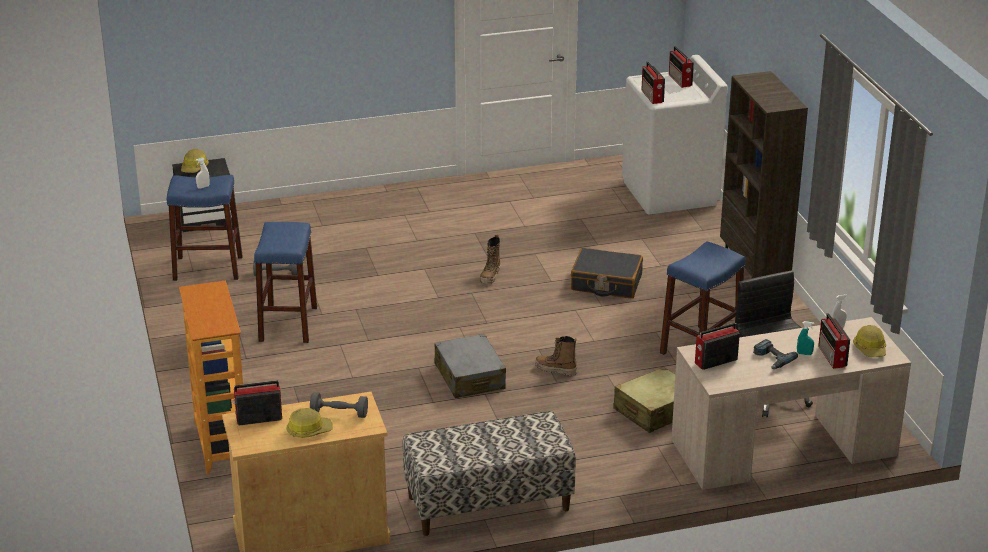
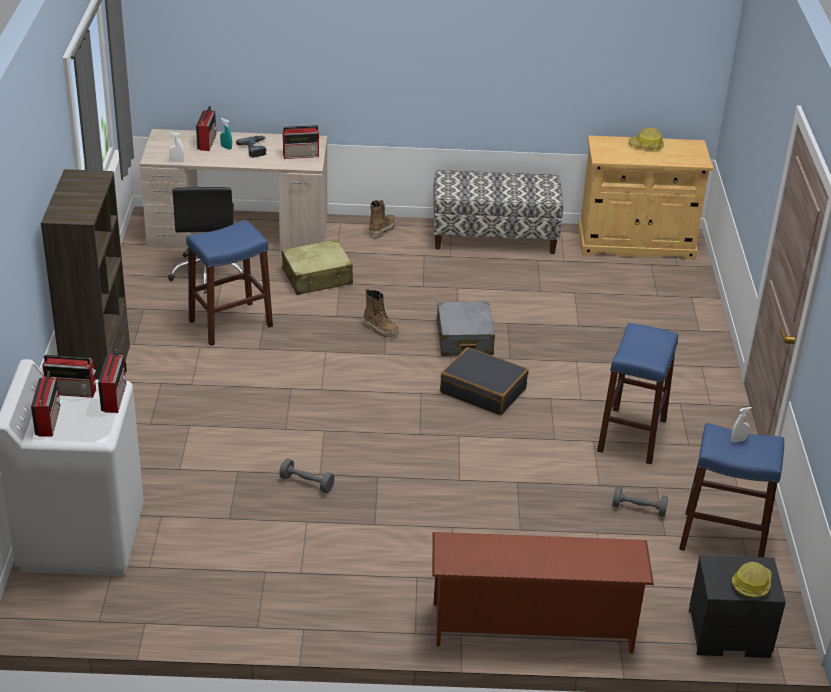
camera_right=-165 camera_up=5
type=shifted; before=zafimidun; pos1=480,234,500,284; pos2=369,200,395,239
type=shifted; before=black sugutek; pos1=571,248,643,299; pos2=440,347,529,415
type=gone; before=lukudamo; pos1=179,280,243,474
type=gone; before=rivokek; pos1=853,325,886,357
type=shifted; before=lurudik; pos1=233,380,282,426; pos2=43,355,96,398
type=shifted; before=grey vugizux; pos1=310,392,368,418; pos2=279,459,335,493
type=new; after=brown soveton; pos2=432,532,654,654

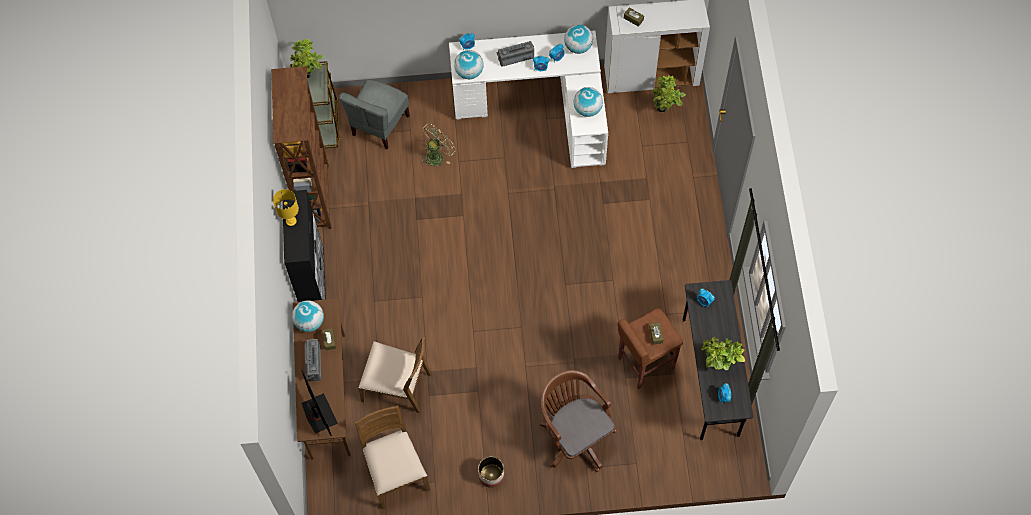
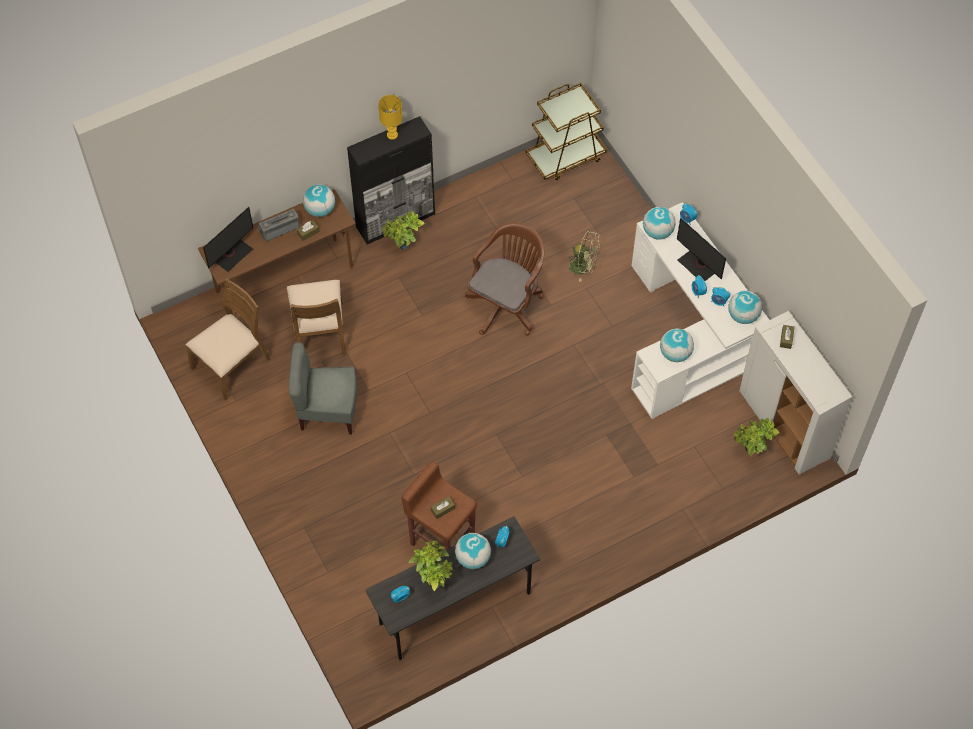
camera_right=65 camera_up=-5
type=shifted; before=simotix; pos1=290,38,324,78; pos2=382,211,424,249
type=swapped; before=lurudik; after=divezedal; pos1=497,41,534,67; pos2=677,218,726,281
type=gone; before=brown lukudamo; pos1=271,66,332,229
type=shifted; before=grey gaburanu; pos1=339,79,410,149; pos2=289,342,357,434
type=shifted; before=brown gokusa; pos1=540,370,617,472; pos2=465,222,544,335
type=gone; before=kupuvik; pos1=478,456,505,488
type=new; after=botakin; pos2=455,533,491,569

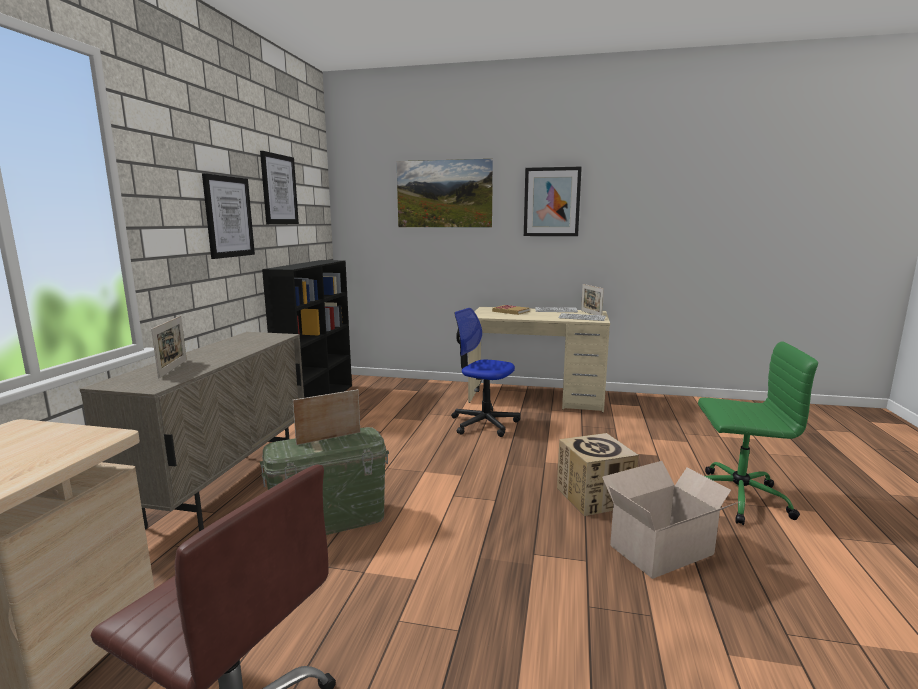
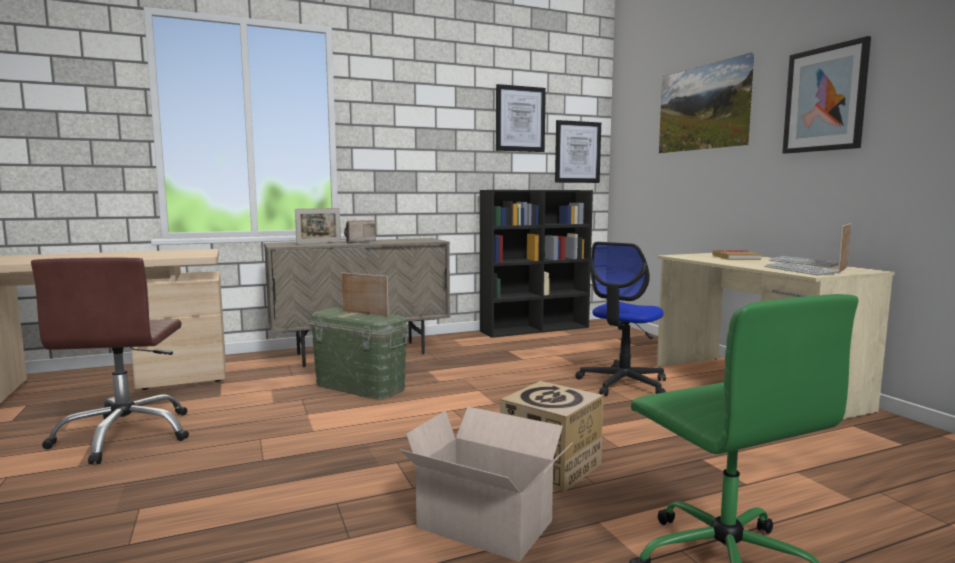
camera_right=55 camera_up=-5
type=shifted; before=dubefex; pos1=202,173,255,259; pos2=555,120,601,183
type=rotated; before=gokusa; pos1=451,308,521,437; pos2=575,242,666,396; turn=-135
type=new; after=lurudik; pos2=344,220,376,244

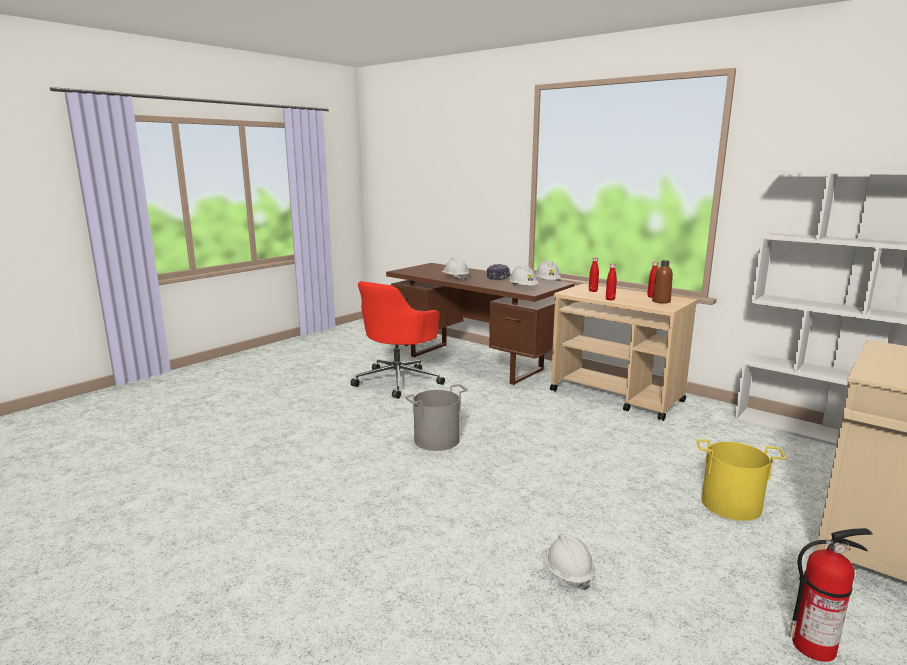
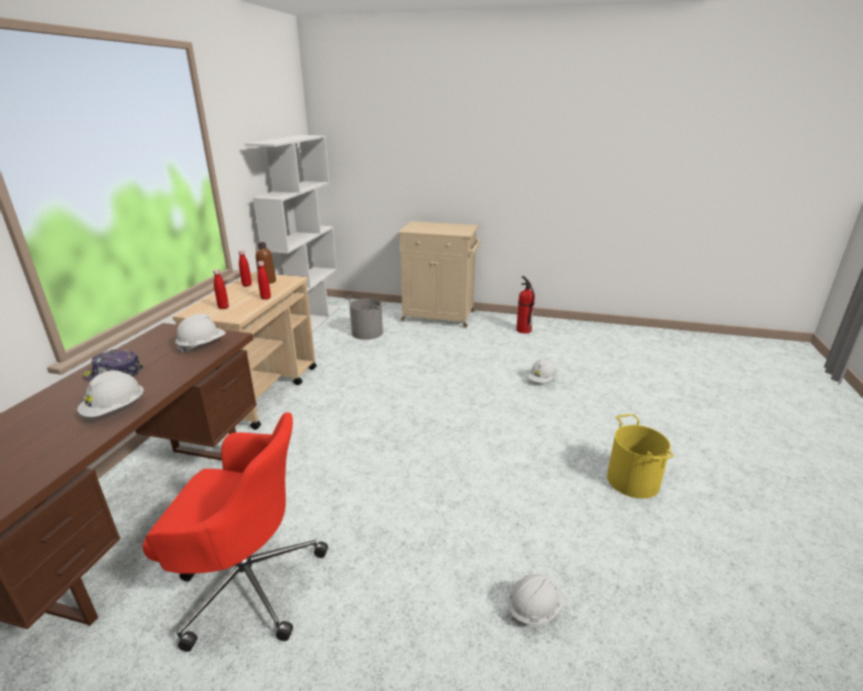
camera_right=-115 camera_up=10
type=shifted; before=white rivokek; pos1=535,261,561,280; pos2=508,574,566,626
type=shifted; before=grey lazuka; pos1=405,384,468,451; pos2=345,294,386,340
type=shifted; before=yellow lazuka; pos1=697,439,786,521; pos2=607,414,674,499

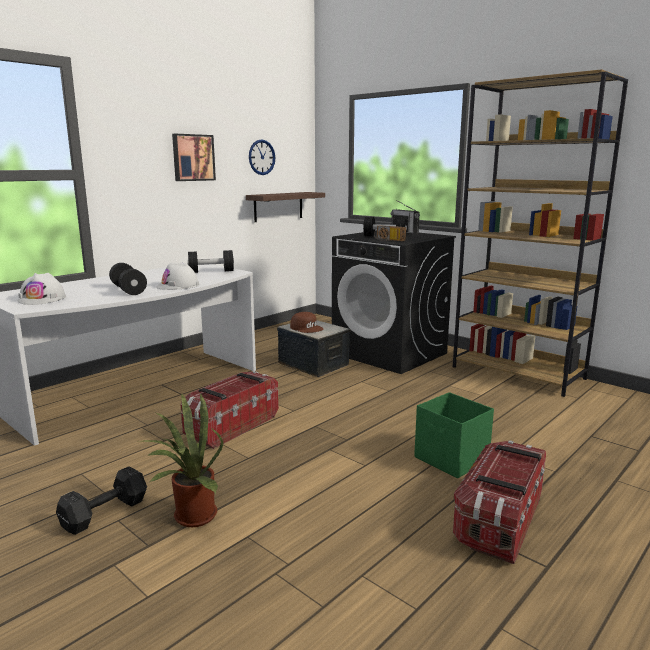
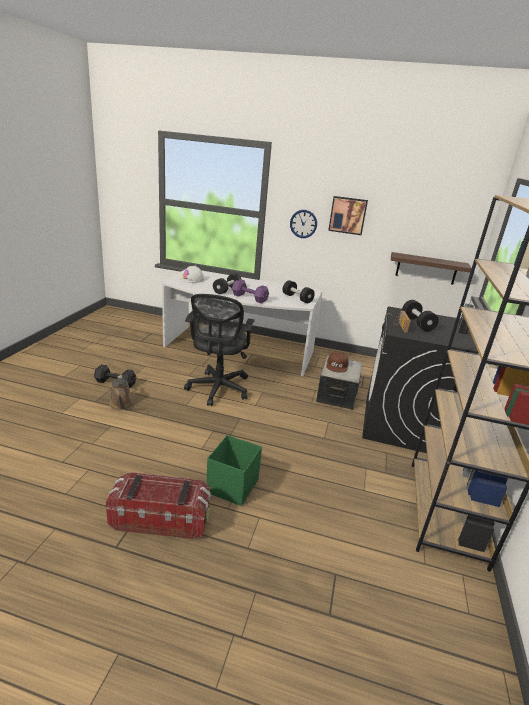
camera_right=60 camera_up=10
type=shifted; before=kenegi; pos1=249,139,275,175; pos2=290,210,317,238
type=swapped; before=white rivokek; after=purple vugizux; pos1=156,262,200,290; pos2=232,279,269,303
type=swapped; before=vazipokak; after=black gokusa; pos1=180,371,279,449; pos2=184,294,255,406
type=swapped; before=simotix; after=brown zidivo; pos1=138,393,223,527; pos2=109,375,134,410

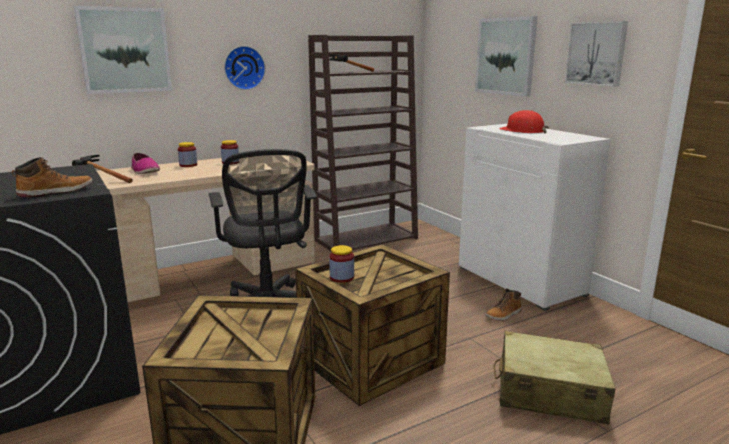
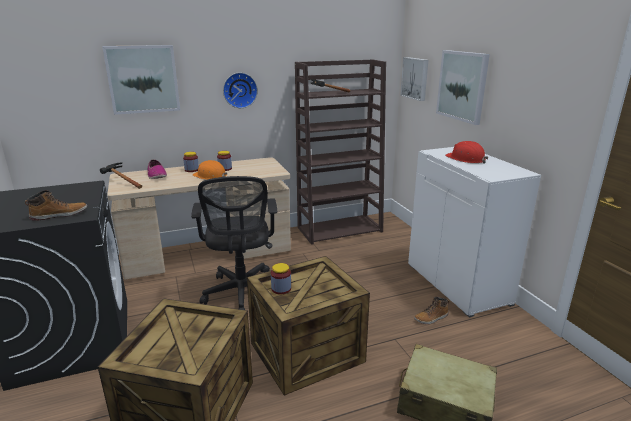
camera_right=10 camera_up=5
type=shifted; before=dubefex; pos1=565,21,628,87; pos2=400,57,429,101
type=new; after=orange rivokek; pos2=193,160,227,180

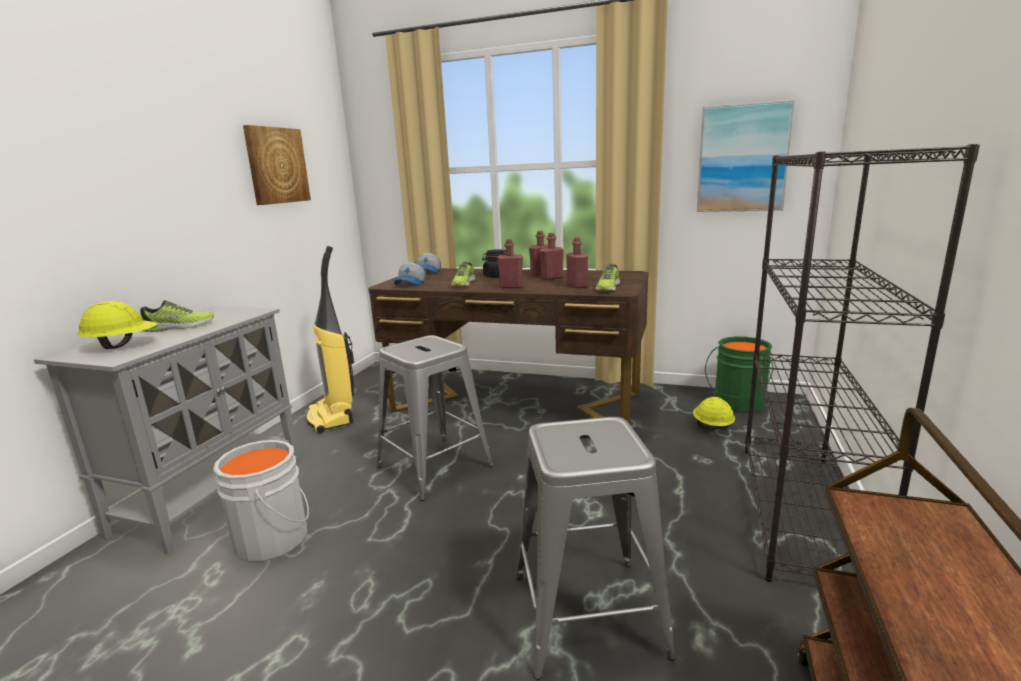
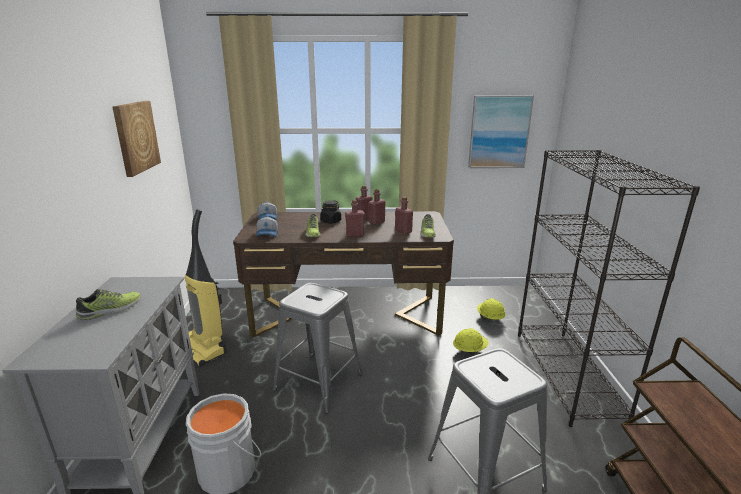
camera_right=-20 camera_up=5
type=shifted; before=yellow rivokek; pos1=77,301,157,349; pos2=453,328,489,355
type=gone; before=green lazuka; pos1=705,336,773,413

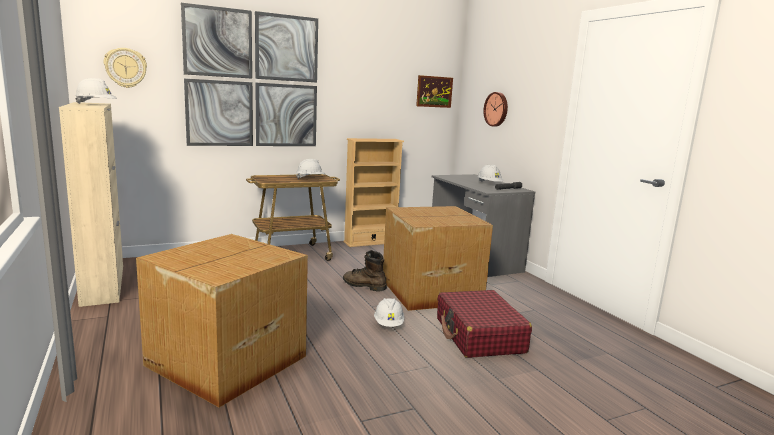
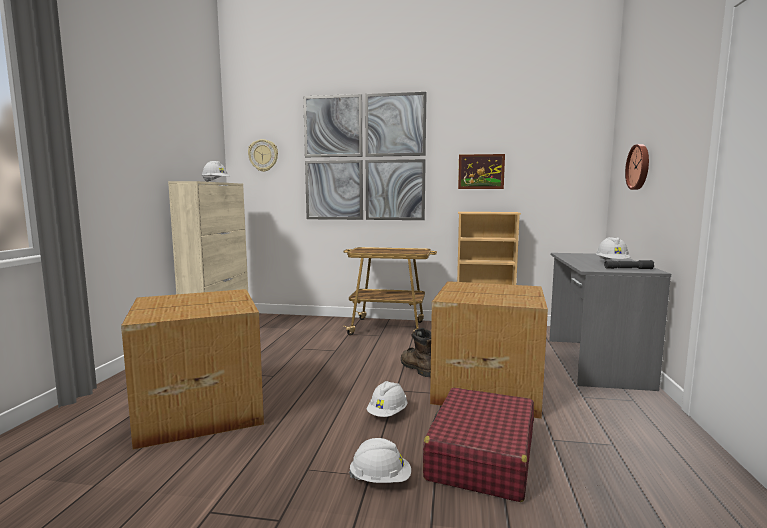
camera_right=35 camera_up=-5
type=shifted; before=dubefex; pos1=416,75,453,108; pos2=458,154,505,189
type=shifted; before=white rivokek; pos1=296,159,325,179; pos2=349,438,411,483

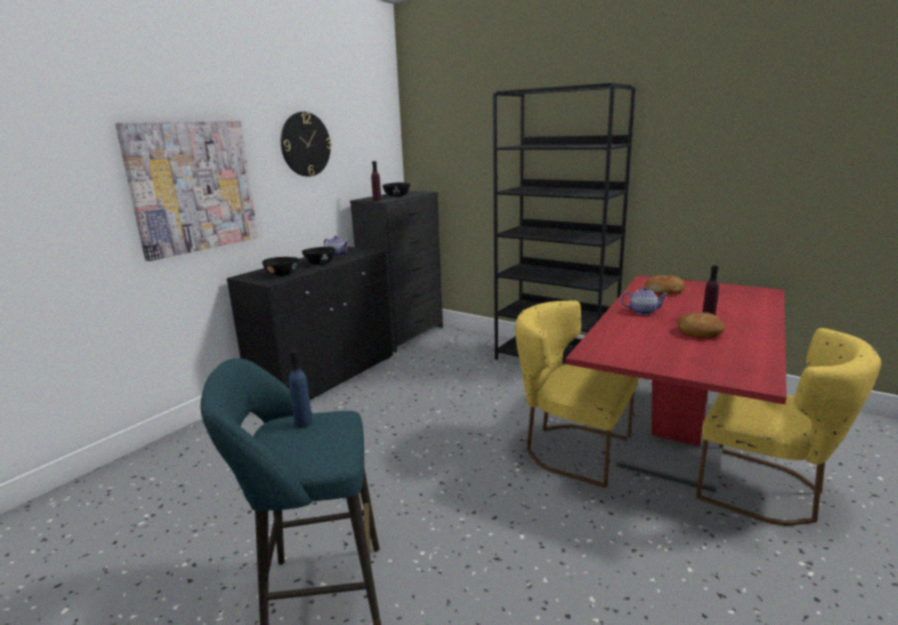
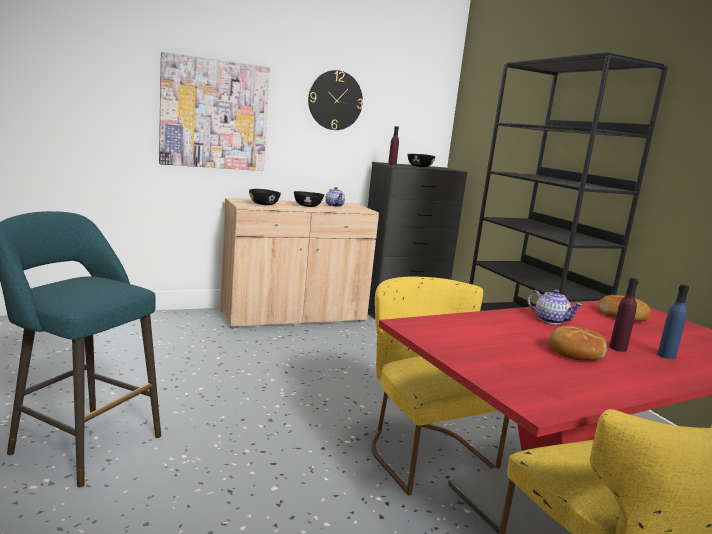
camera_right=30 camera_up=-5
type=repainted; before=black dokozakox; after=beige dokozakox; pos1=227,246,393,400; pos2=220,198,379,328
type=shifted; before=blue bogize; pos1=289,350,313,428; pos2=658,284,689,359

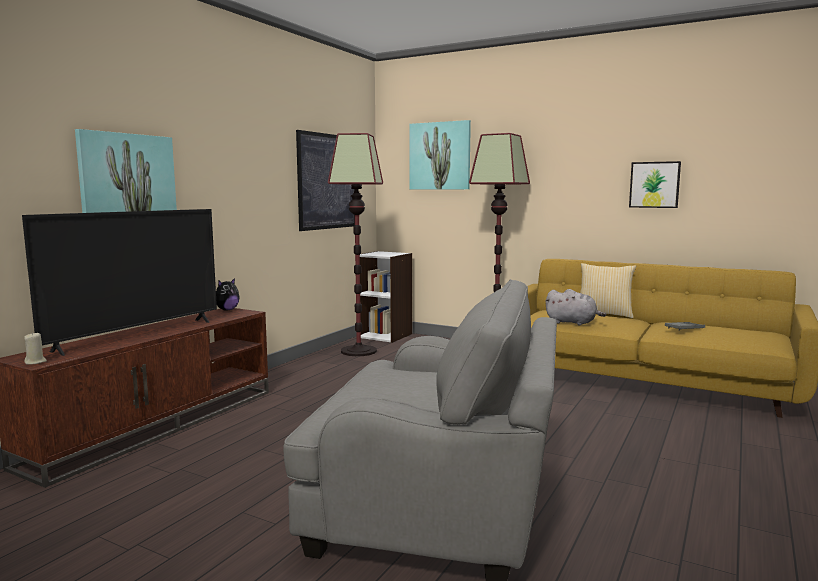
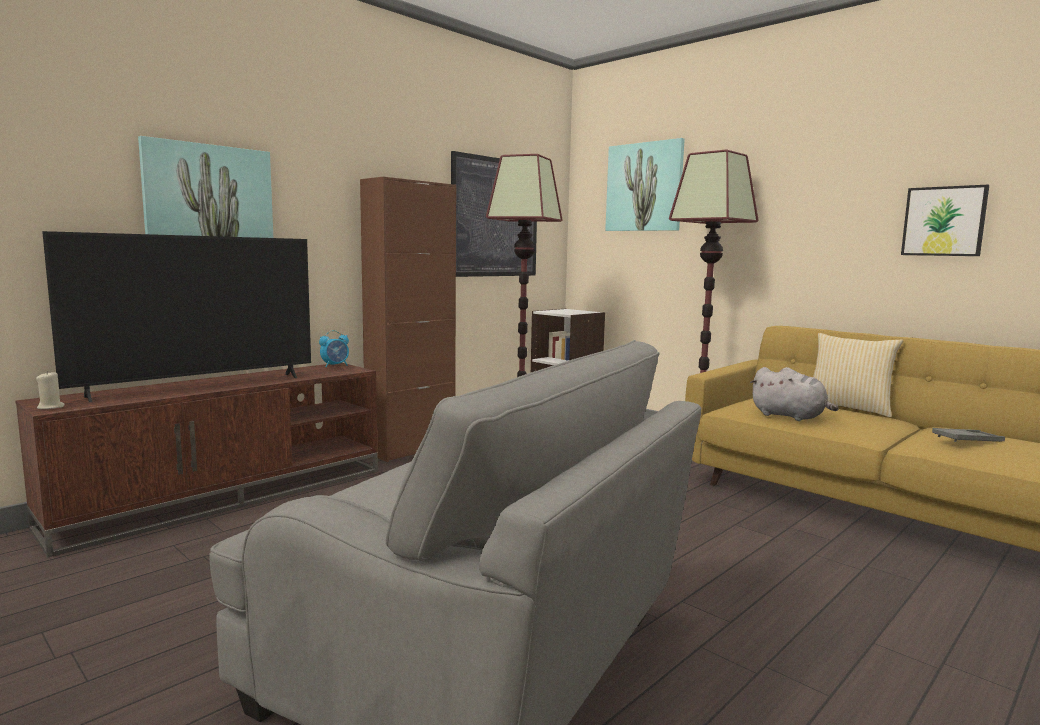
camera_right=15 camera_up=0
type=swapped; before=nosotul; after=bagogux; pos1=216,278,240,310; pos2=319,330,349,367
type=new; after=brown dokozakox; pos2=360,177,456,462

